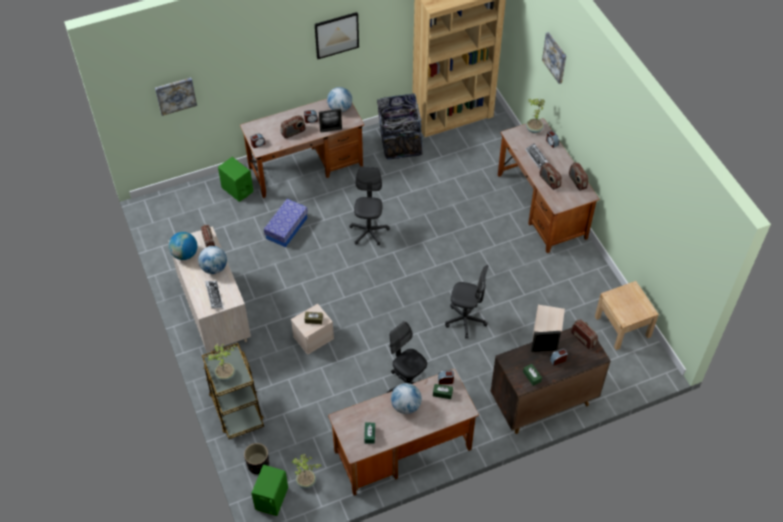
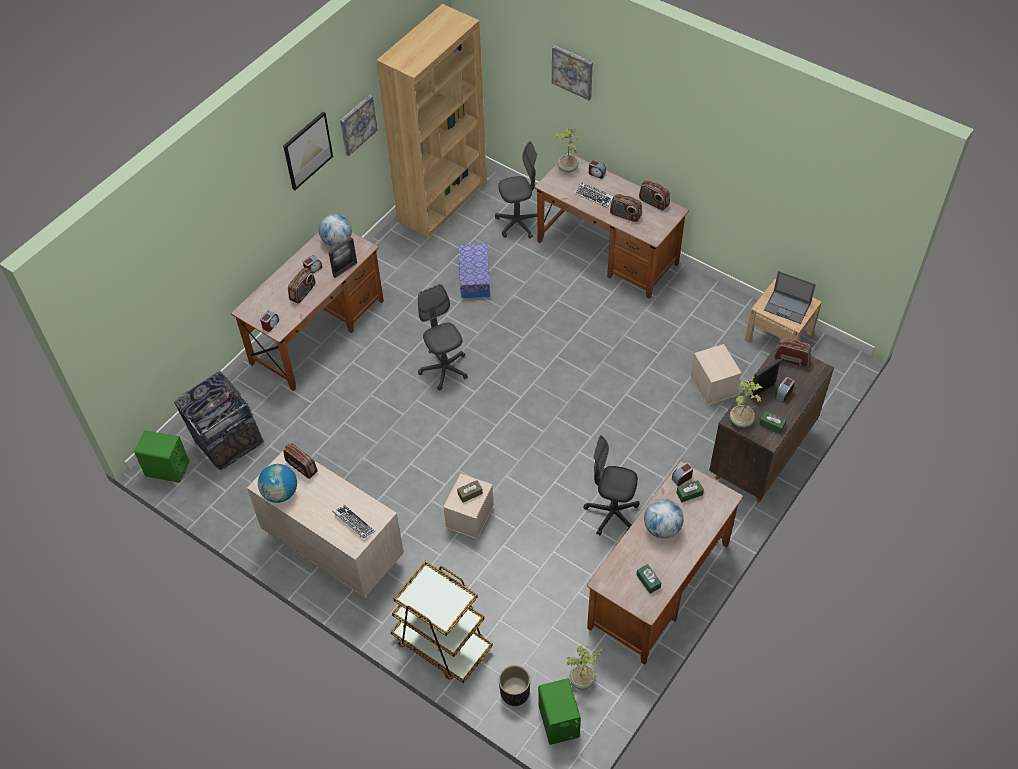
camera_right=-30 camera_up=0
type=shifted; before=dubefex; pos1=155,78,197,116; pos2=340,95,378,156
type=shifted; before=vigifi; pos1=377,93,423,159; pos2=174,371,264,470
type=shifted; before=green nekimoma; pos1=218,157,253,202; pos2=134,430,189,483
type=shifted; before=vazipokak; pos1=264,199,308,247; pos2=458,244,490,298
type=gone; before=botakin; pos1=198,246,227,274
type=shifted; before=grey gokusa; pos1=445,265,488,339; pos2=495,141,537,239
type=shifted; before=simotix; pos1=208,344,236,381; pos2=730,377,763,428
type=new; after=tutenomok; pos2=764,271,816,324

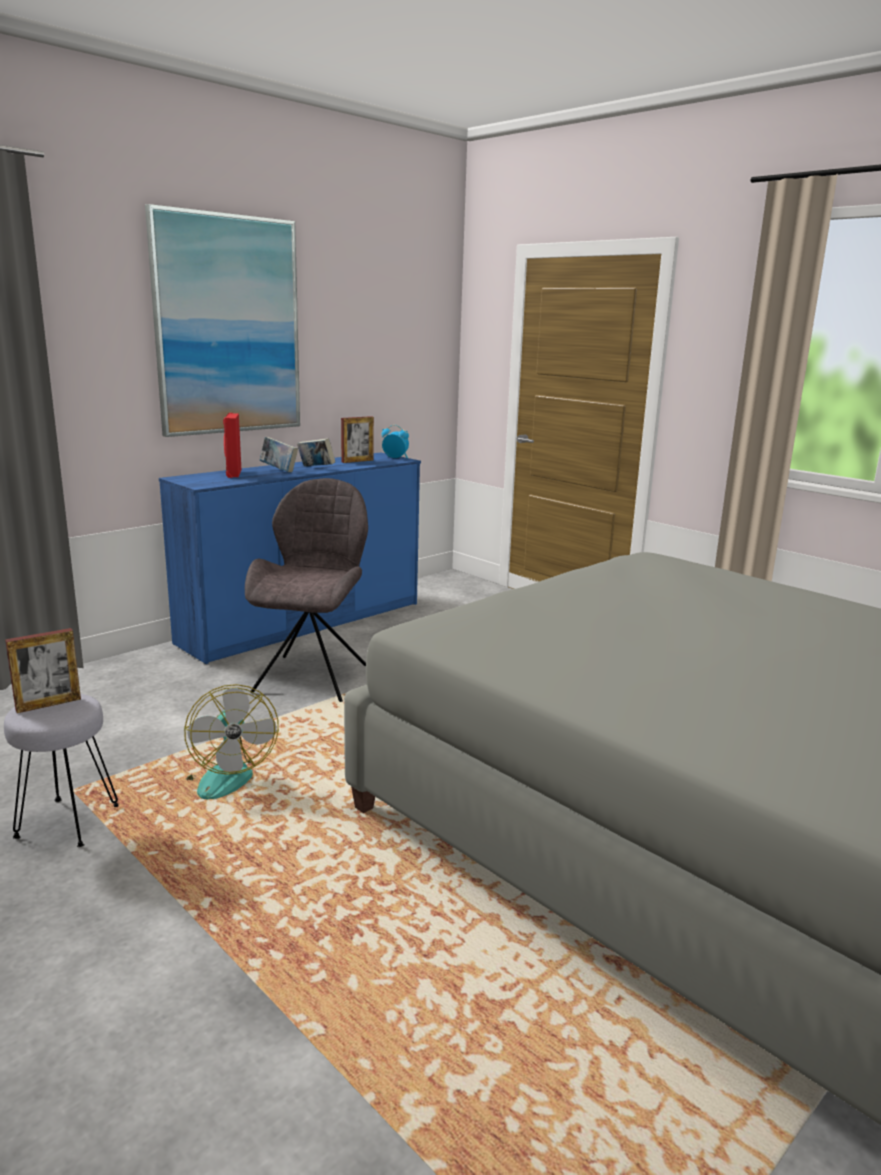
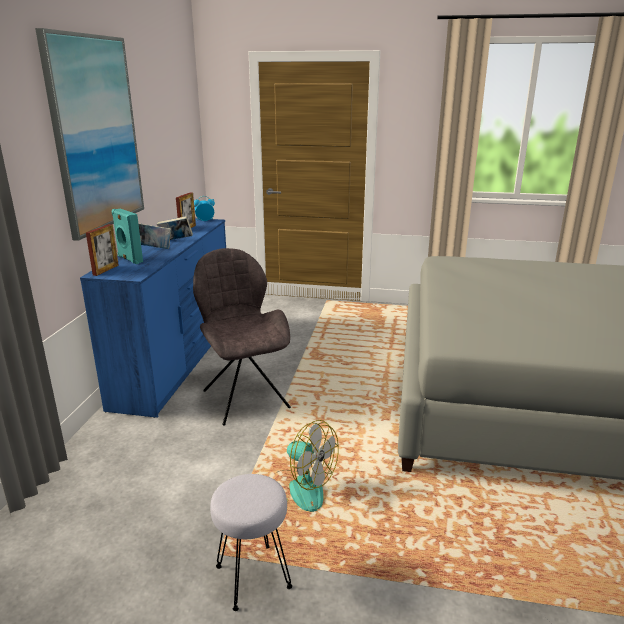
camera_right=-35 camera_up=5
type=repainted; before=red nekimoma; after=turquoise nekimoma; pos1=223,413,241,478; pos2=112,208,143,264
type=shifted; before=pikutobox; pos1=5,628,81,713; pos2=86,224,119,276

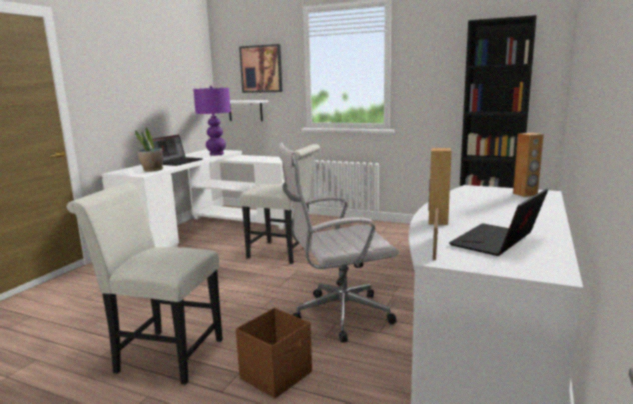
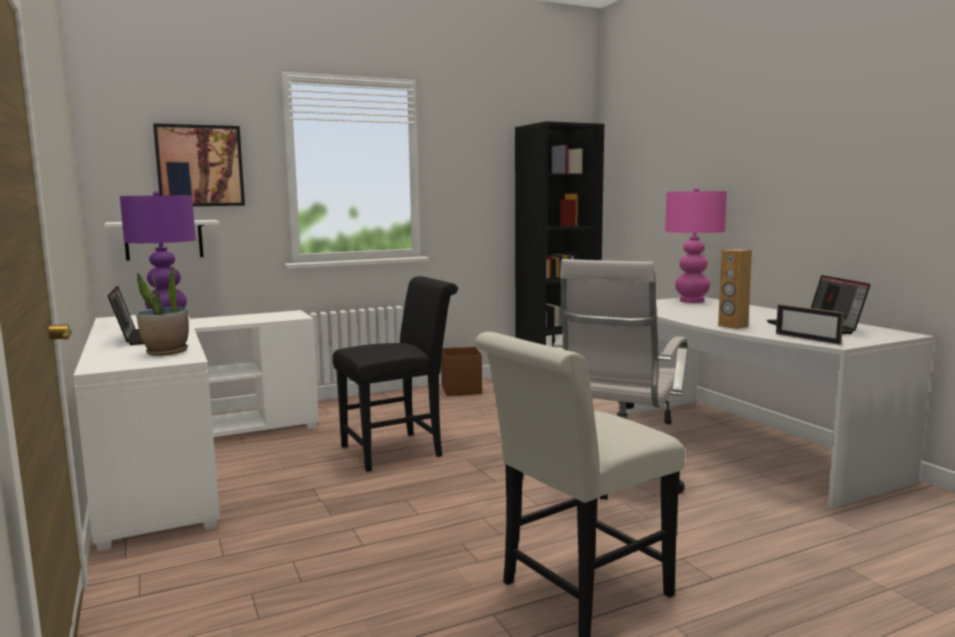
camera_right=-50 camera_up=-5
type=swapped; before=brown nekimoma; after=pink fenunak; pos1=513,133,544,197; pos2=665,187,727,303
type=repainted; before=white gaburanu; after=black gaburanu; pos1=240,144,320,264; pos2=333,276,458,472
type=shifted; before=brown vazipokak; pos1=236,308,312,398; pos2=441,347,482,396

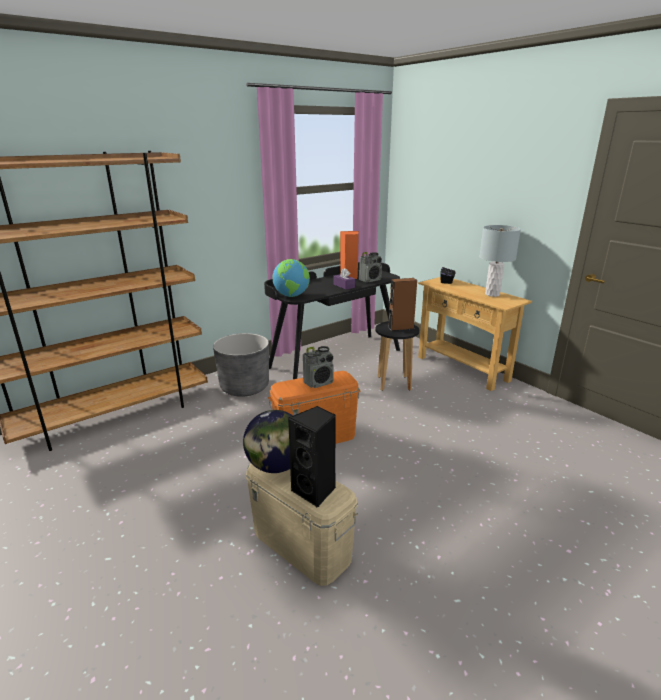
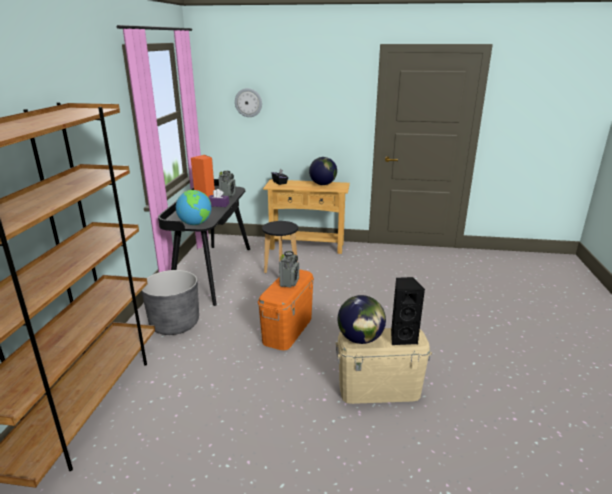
camera_right=-45 camera_up=0
type=swapped; before=grey fenunak; after=botakin; pos1=479,225,521,297; pos2=309,157,337,185
type=gone; before=brown nekimoma; pos1=388,278,417,331
type=new; after=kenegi; pos2=235,88,262,117

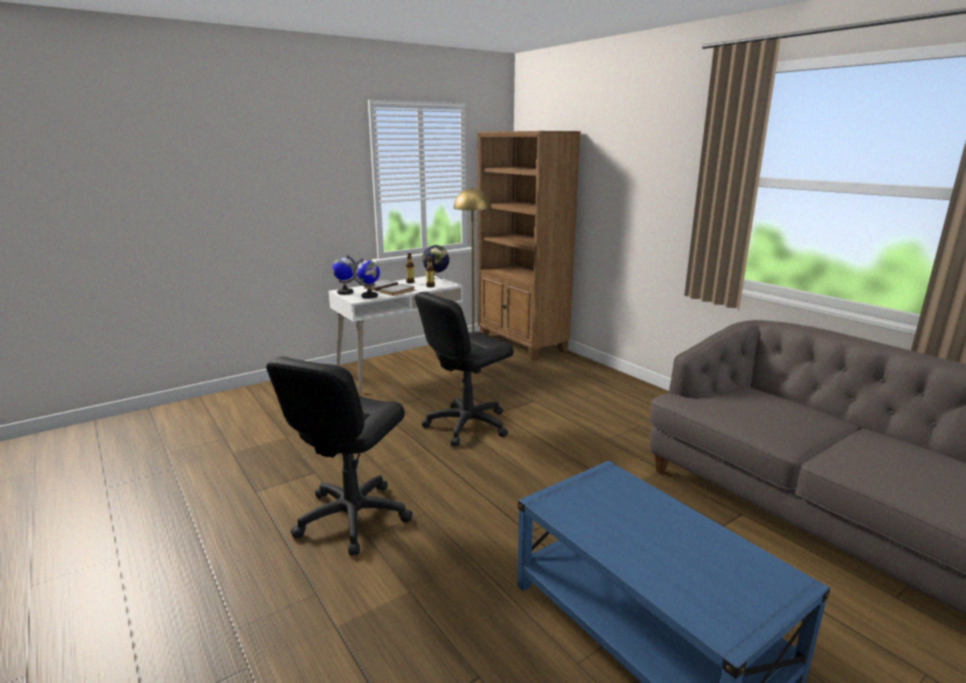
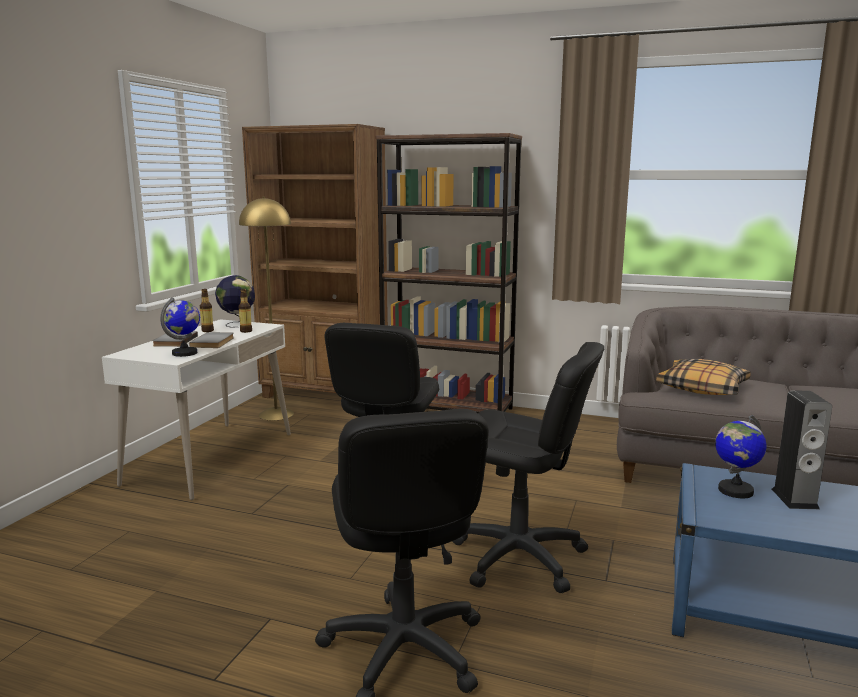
camera_right=-35 camera_up=-5
type=shifted; before=botakin; pos1=332,255,357,295; pos2=715,415,766,498
type=new; after=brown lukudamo; pos2=376,133,522,413
type=new; after=black gokusa; pos2=452,342,605,593
type=new; after=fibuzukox; pos2=656,359,751,395
type=new; after=nekimoma; pos2=772,390,832,509

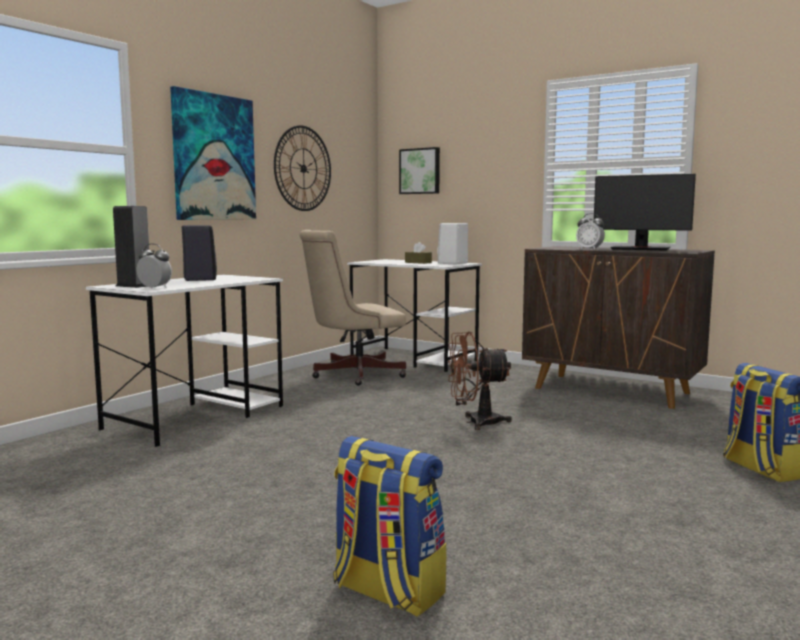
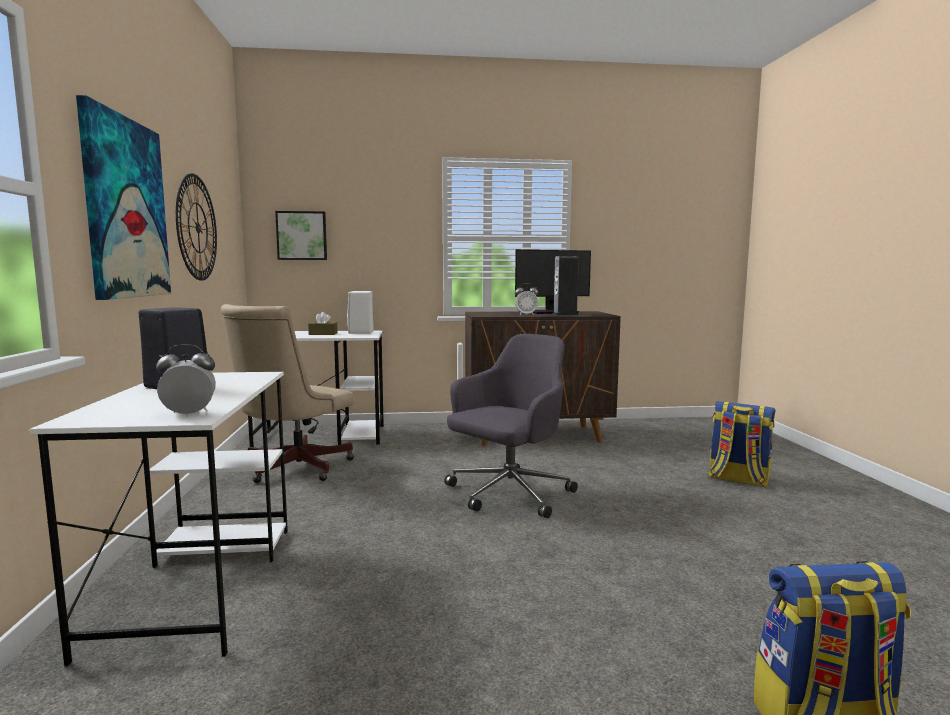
camera_right=-40 camera_up=0
type=shifted; before=nekimoma; pos1=113,206,149,288; pos2=552,256,579,316
type=swapped; before=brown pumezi; after=grey gokusa; pos1=448,331,512,430; pos2=444,334,578,518

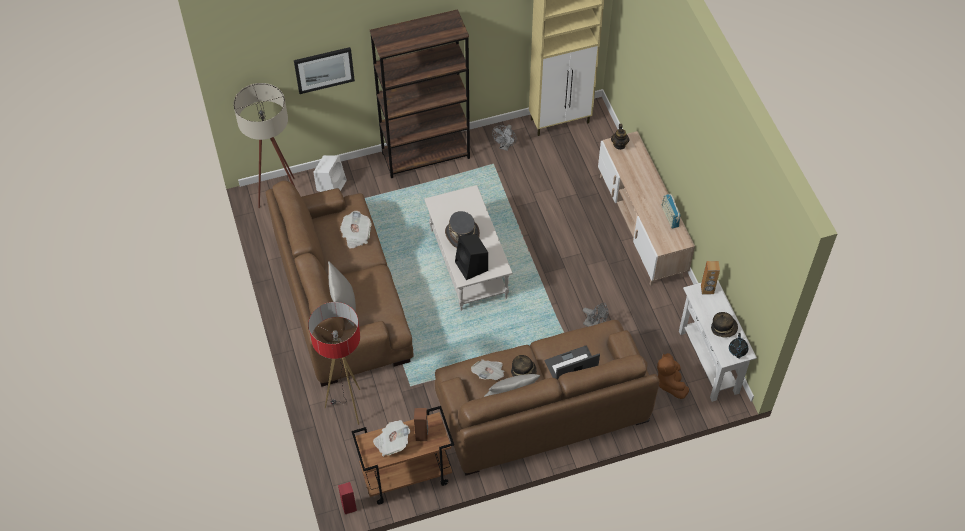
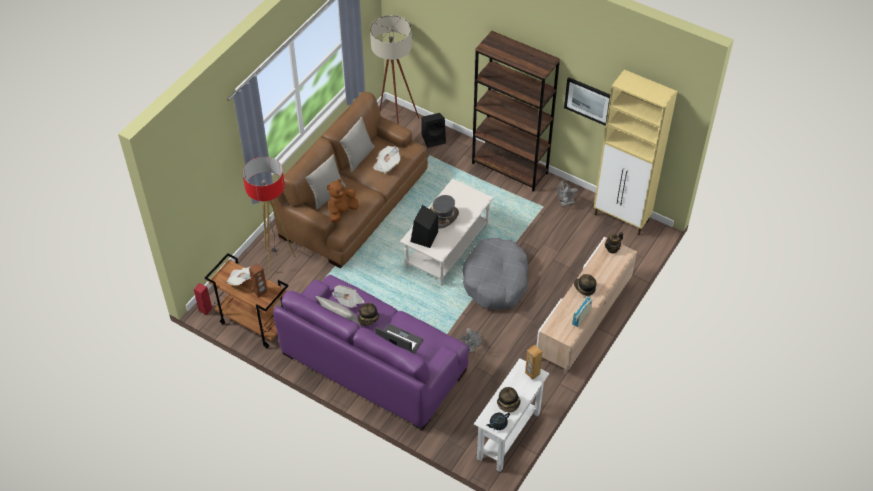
camera_right=50 camera_up=-5
type=shifted; before=dubefex; pos1=294,47,355,94; pos2=564,77,610,126
type=repainted; before=white nekimoma; after=black nekimoma; pos1=313,155,347,192; pos2=421,113,446,148
type=repainted; before=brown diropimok; after=purple diropimok; pos1=435,320,659,476; pos2=273,275,469,431
type=shifted; before=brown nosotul; pos1=657,353,689,399; pos2=327,179,358,223
type=new; after=grey fibuzukox; pos2=340,117,375,172
type=new; after=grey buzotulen; pos2=462,238,528,310
type=new; after=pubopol; pos2=574,274,597,296

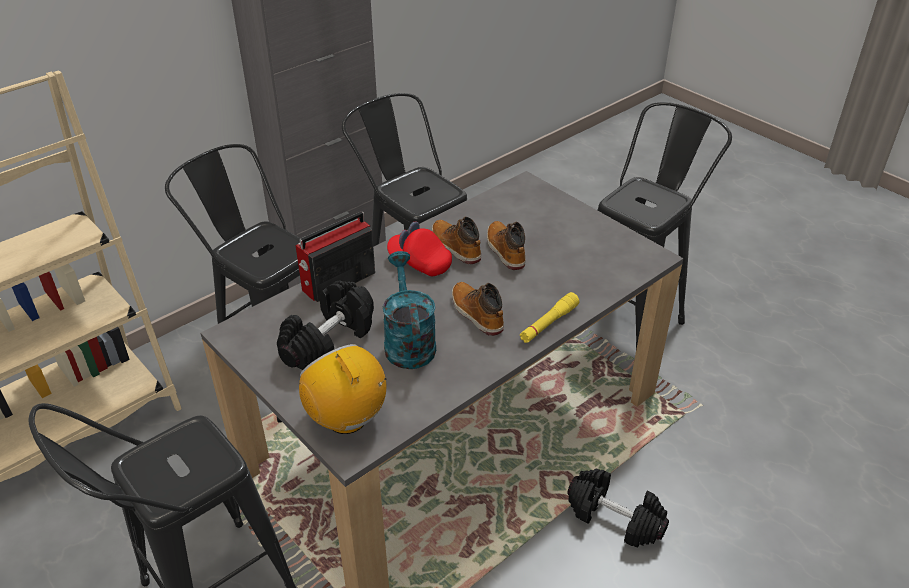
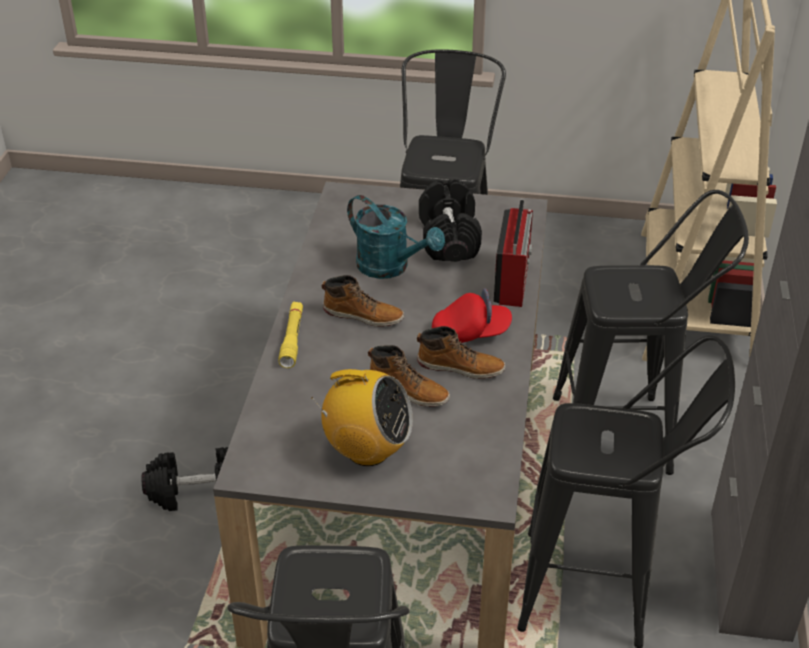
camera_right=140 camera_up=0
type=shifted; before=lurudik; pos1=299,344,387,434; pos2=311,369,413,466

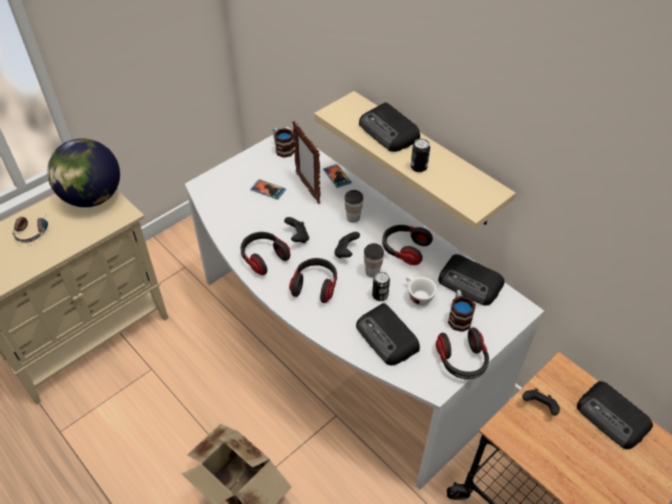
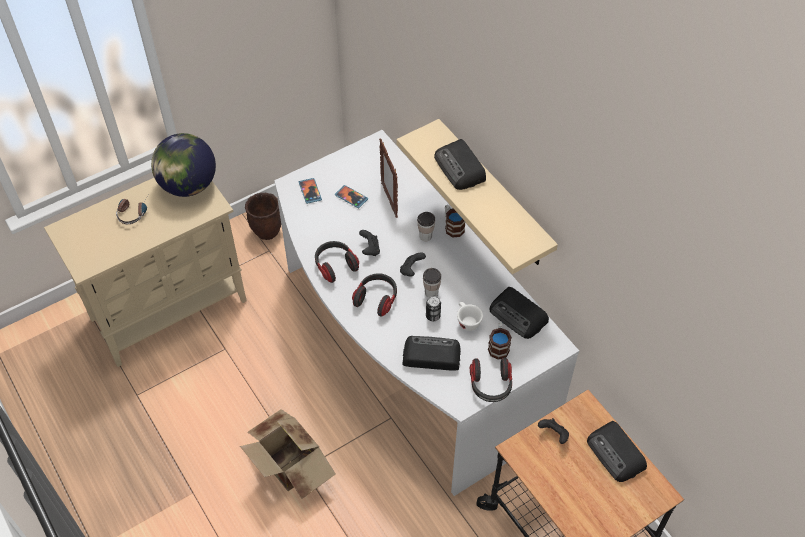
camera_right=10 camera_up=5
type=shifted; before=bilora; pos1=273,127,295,158; pos2=445,205,465,237
type=gone; before=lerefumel; pos1=411,139,430,172
type=shifted; before=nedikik; pos1=323,164,352,188; pos2=299,178,322,204
type=gone; before=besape; pos1=382,225,433,265
type=rotated; before=lurudik; pos1=356,303,420,365; pos2=402,336,461,371; turn=120
type=new; after=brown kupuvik; pos2=245,193,281,240

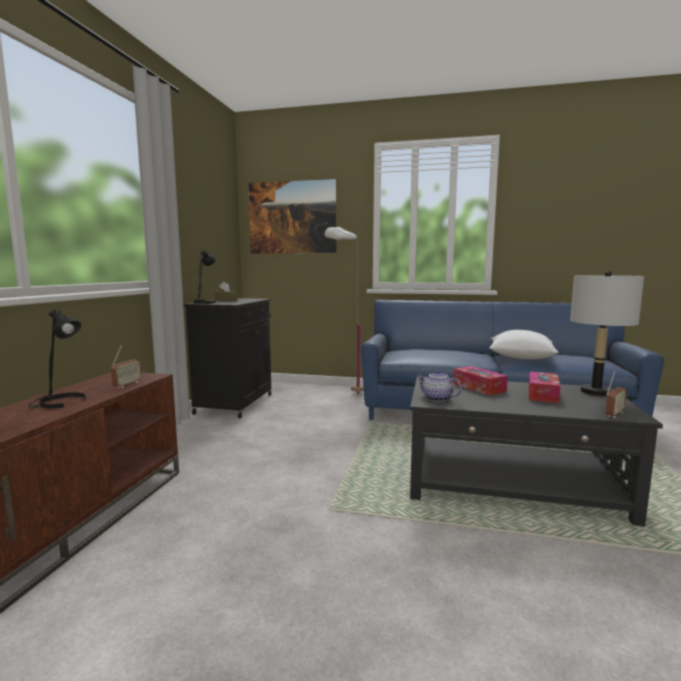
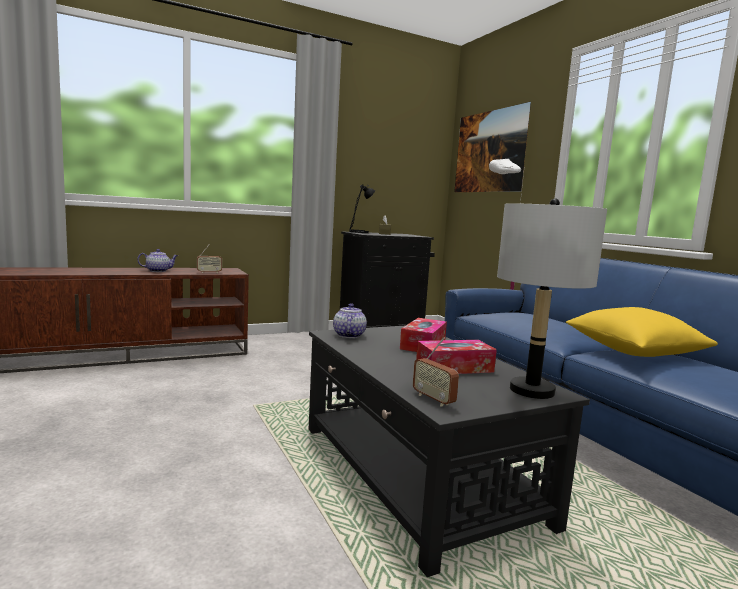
camera_right=50 camera_up=0
type=swapped; before=black fenunak; after=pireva; pos1=28,310,86,408; pos2=137,249,178,272
type=repainted; before=white fibuzukox; after=yellow fibuzukox; pos1=489,330,558,359; pos2=566,307,718,357
type=rotated; before=lurudik; pos1=606,371,627,418; pos2=413,337,459,407; turn=45

